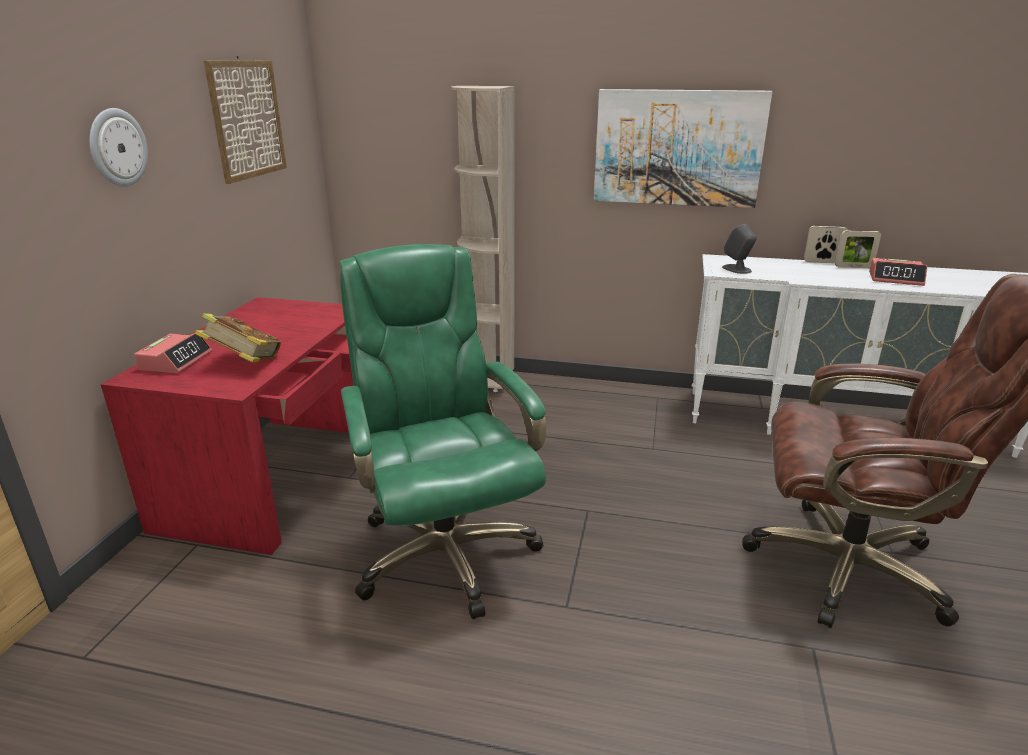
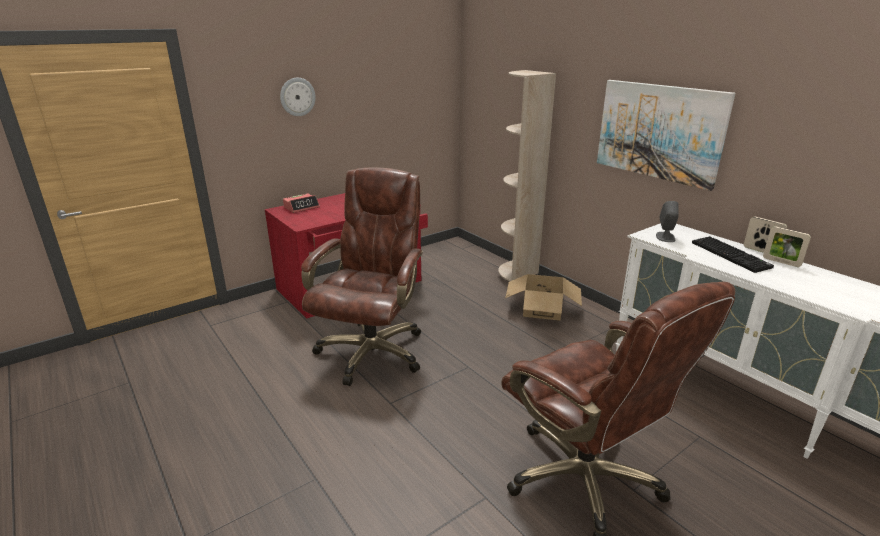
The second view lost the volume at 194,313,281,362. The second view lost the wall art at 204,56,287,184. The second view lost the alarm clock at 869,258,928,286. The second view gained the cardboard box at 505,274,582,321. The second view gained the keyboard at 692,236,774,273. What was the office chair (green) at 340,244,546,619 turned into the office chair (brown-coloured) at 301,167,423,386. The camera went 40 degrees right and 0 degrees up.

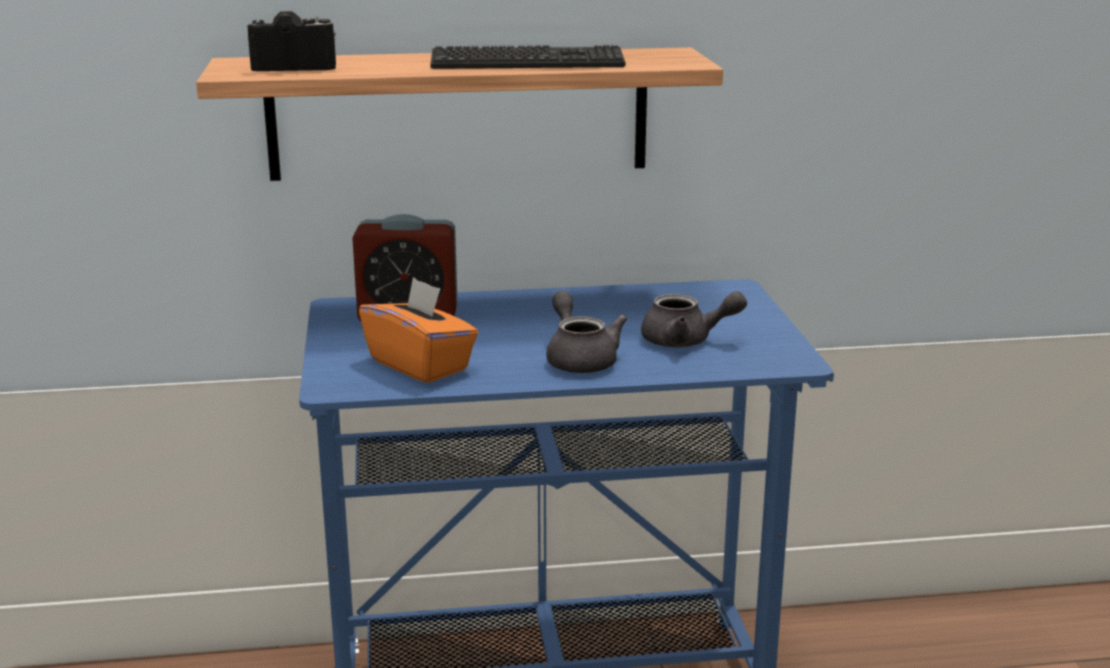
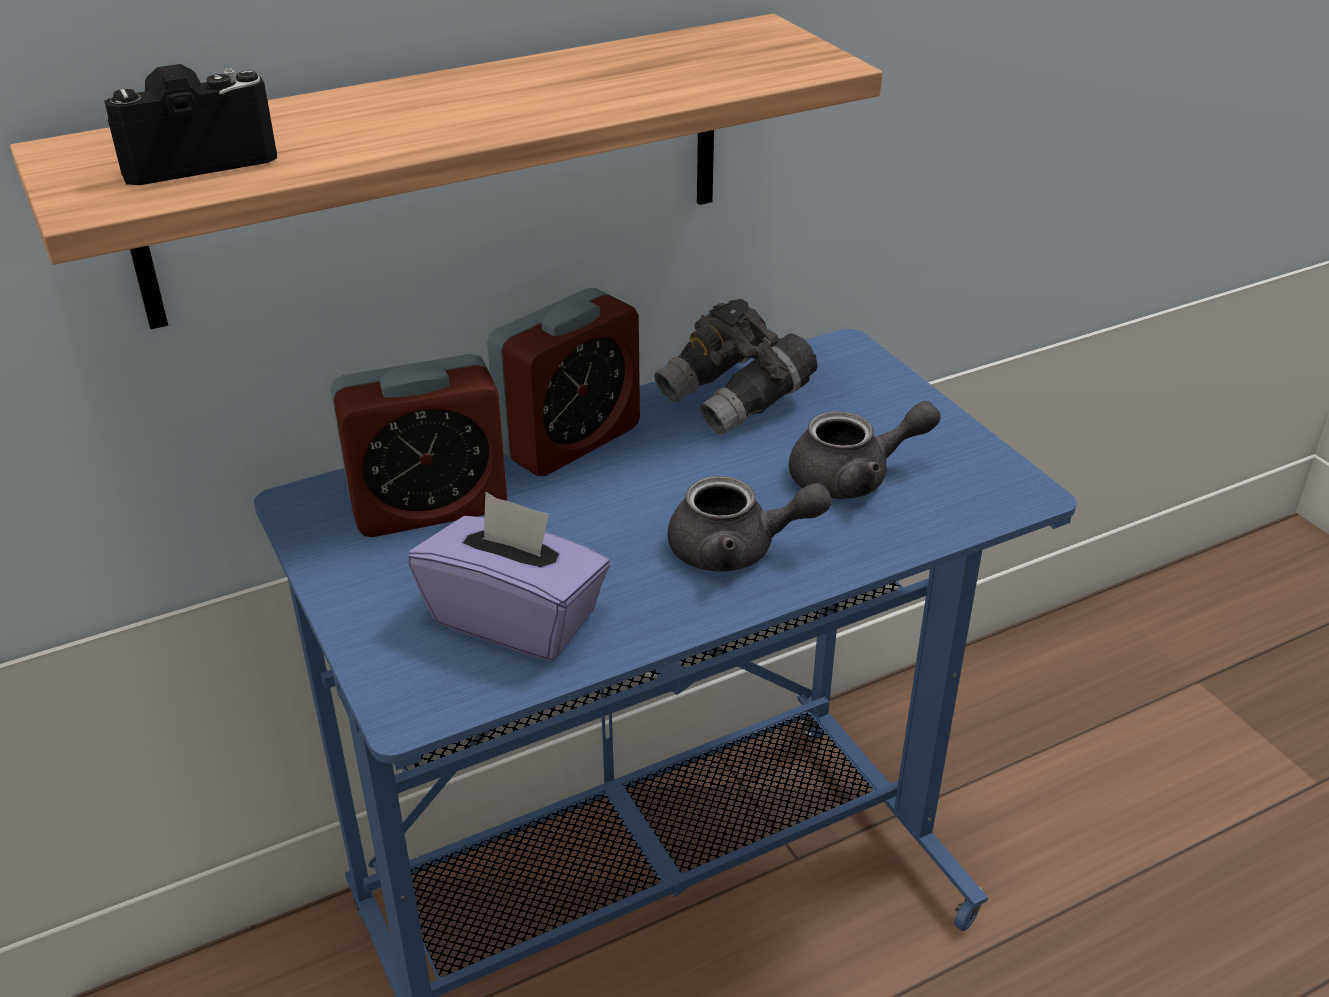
The second view lost the keyboard at 430,45,625,69. The second view gained the alarm clock at 487,288,640,476. The second view gained the field glasses (grey) at 654,299,817,435. What was the tissue holder (orange-coloured) at 359,277,478,383 turned into the tissue holder (purple-coloured) at 408,492,610,661. The tea pot (grey) at 546,291,627,373 ended up facing another way, 135 degrees clockwise from before. The camera went 20 degrees left and 15 degrees up.

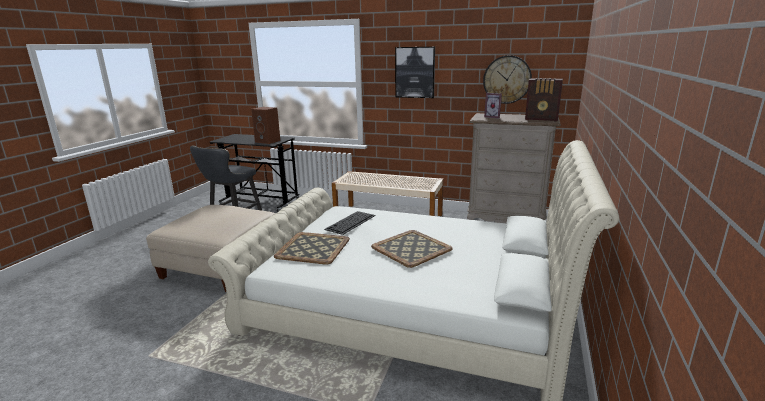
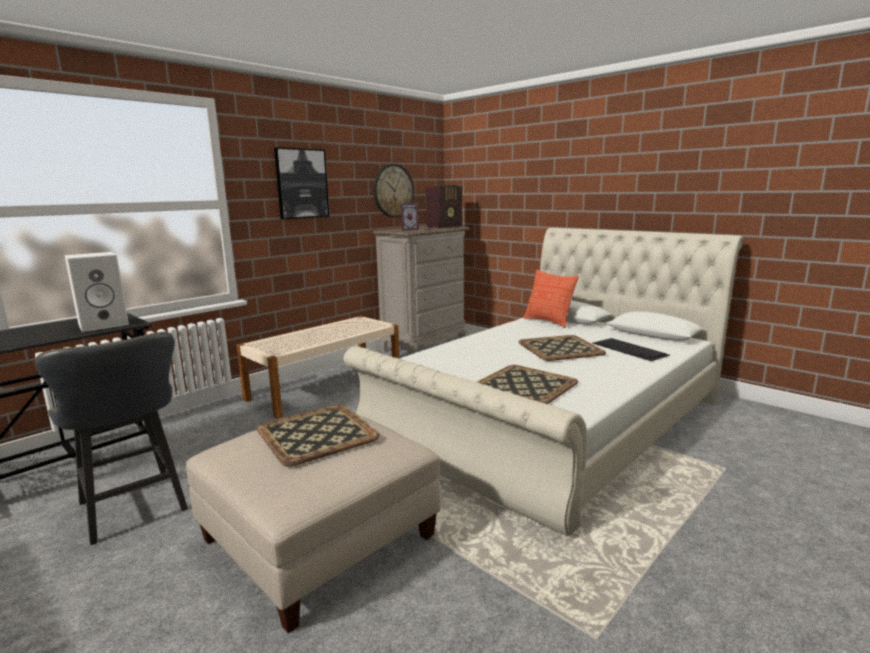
The second view gained the tray at 257,405,380,467. The second view gained the throw pillow (orange-coloured) at 523,269,579,328. The keyboard ended up elsewhere, having gone from 324,211,376,235 to 592,338,670,361. What was the audio speaker (brown-coloured) at 251,107,280,144 turned into the audio speaker (whitish) at 65,252,129,332. The camera went 65 degrees left and 5 degrees down.

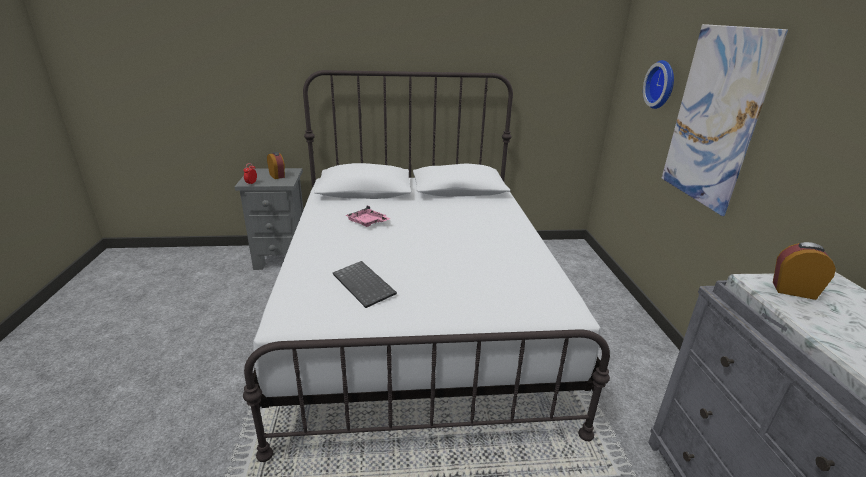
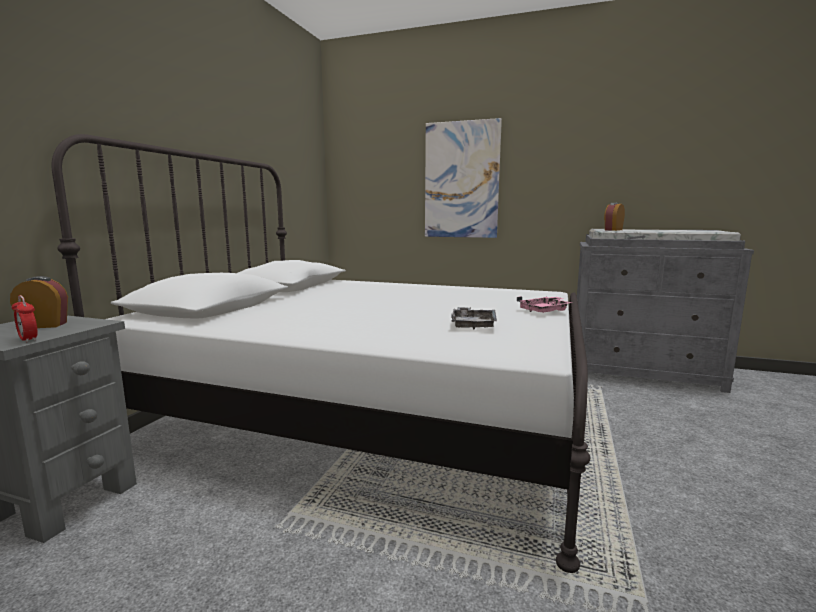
The second view lost the clock on the wall at 643,60,674,109. The tray (pinkish) ended up elsewhere, having gone from 345,206,390,227 to 517,296,572,313. Where the keyboard stood at 333,261,397,308, the tray (grey) came to stand at 451,307,497,329. The camera went 65 degrees left and 15 degrees down.

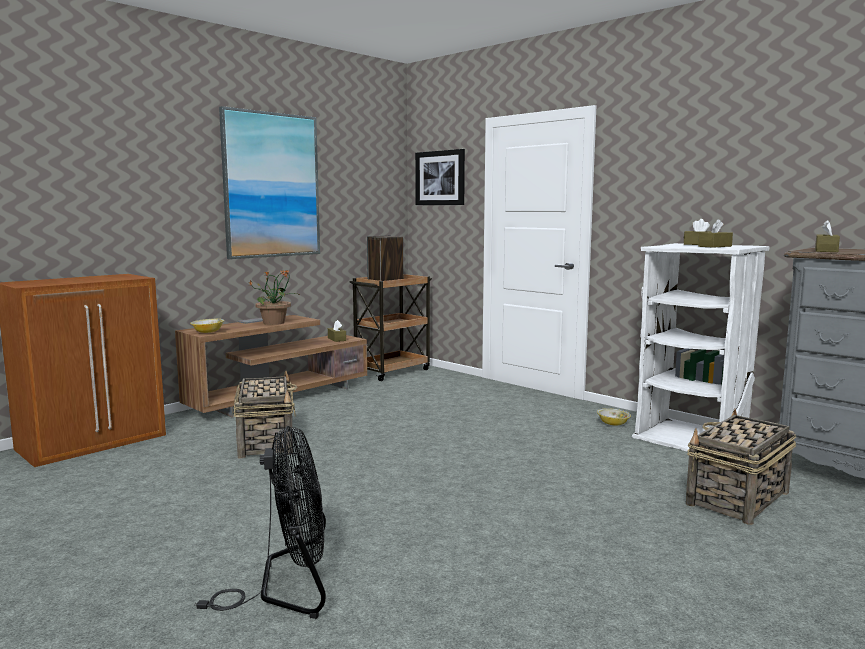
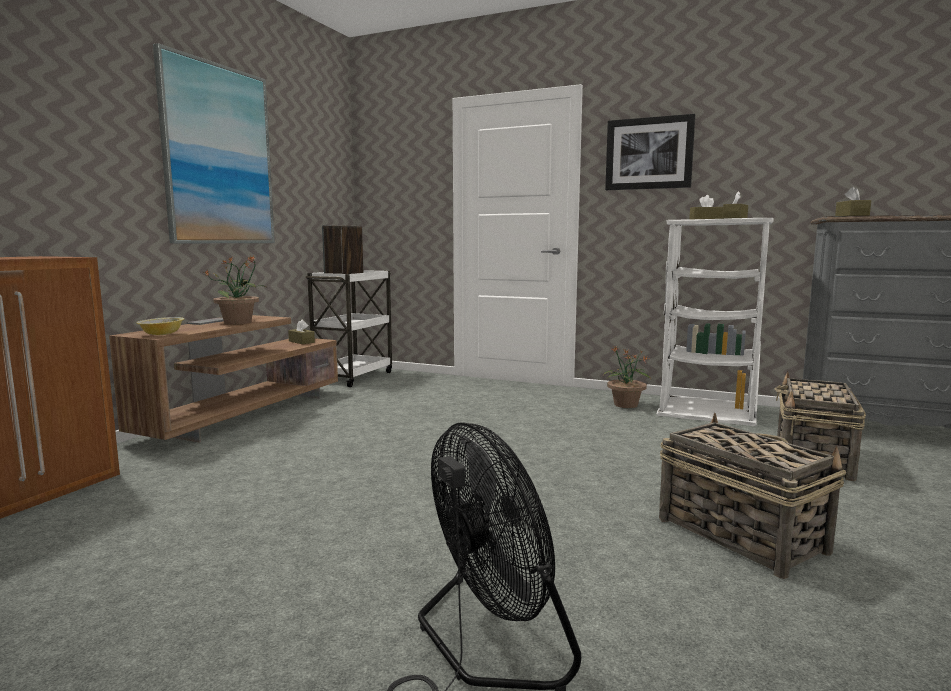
The storage basket ended up elsewhere, having gone from 234,371,297,459 to 659,413,846,579. The wall art ended up elsewhere, having gone from 415,149,465,205 to 605,114,695,190. Where the bowl stood at 597,408,631,426, the plant in a pot came to stand at 604,346,652,408. What was the wheeled cart (brown-coloured) at 350,274,432,381 turned into the wheeled cart (whitish) at 305,270,392,387. The camera went 20 degrees left and 0 degrees up.

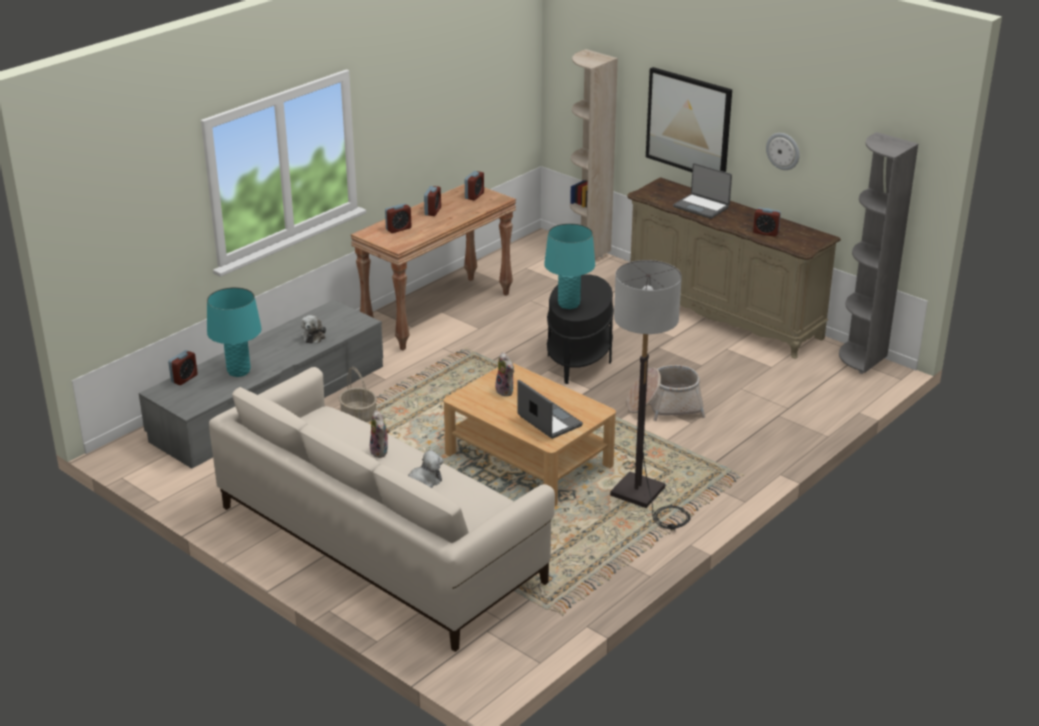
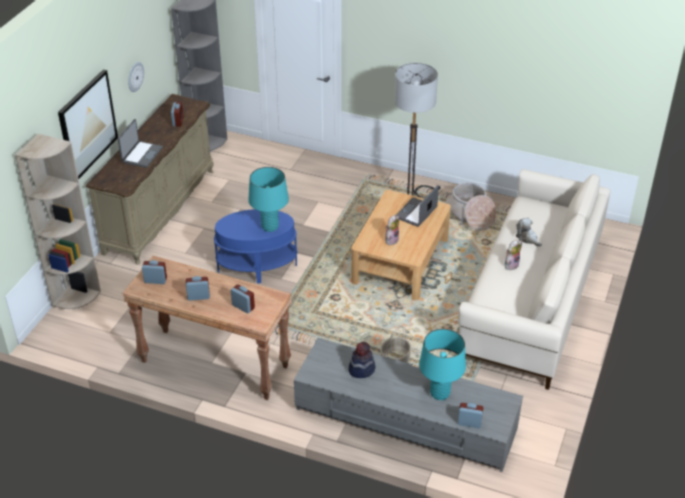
The storage basket ended up elsewhere, having gone from 627,365,705,421 to 445,183,497,231. Where the cuddly toy stood at 301,315,326,343, the wearable hat came to stand at 348,342,375,378. What was the side table (blackish) at 547,274,614,384 turned into the side table (bluish) at 214,209,297,284. The camera went 110 degrees left and 10 degrees up.

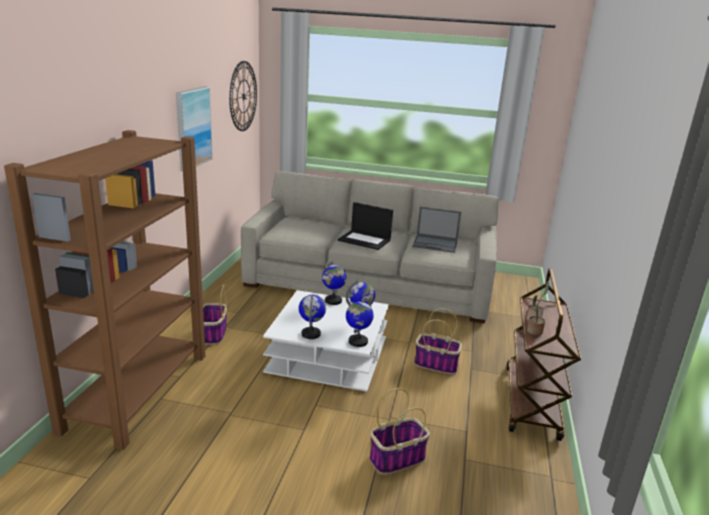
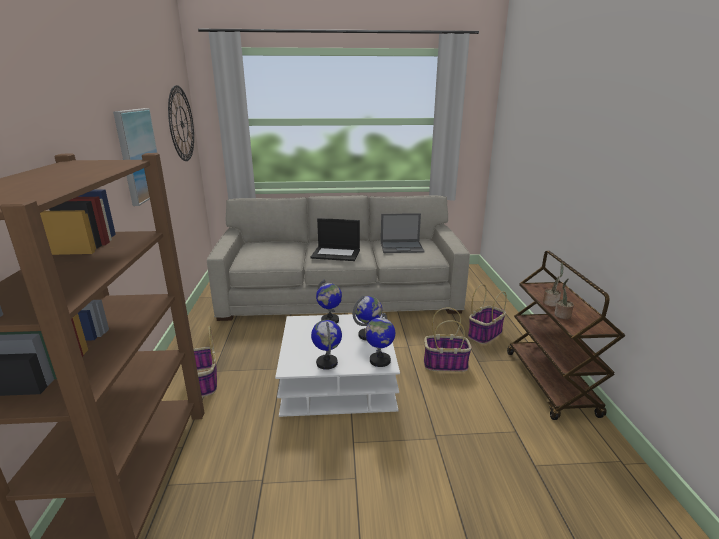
The storage basket ended up elsewhere, having gone from 369,388,430,475 to 468,284,507,344. The camera went 15 degrees left and 0 degrees up.

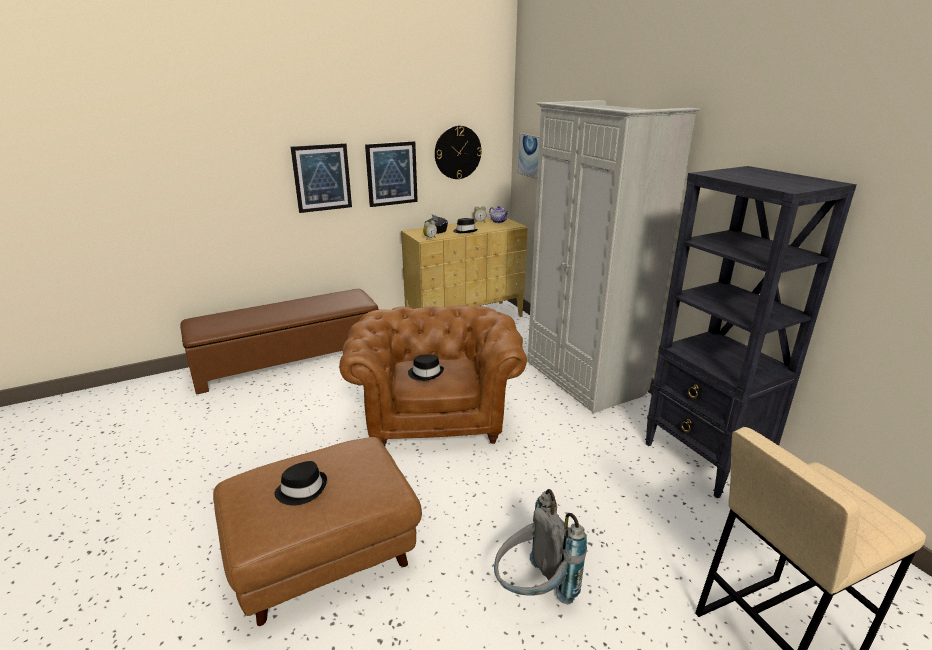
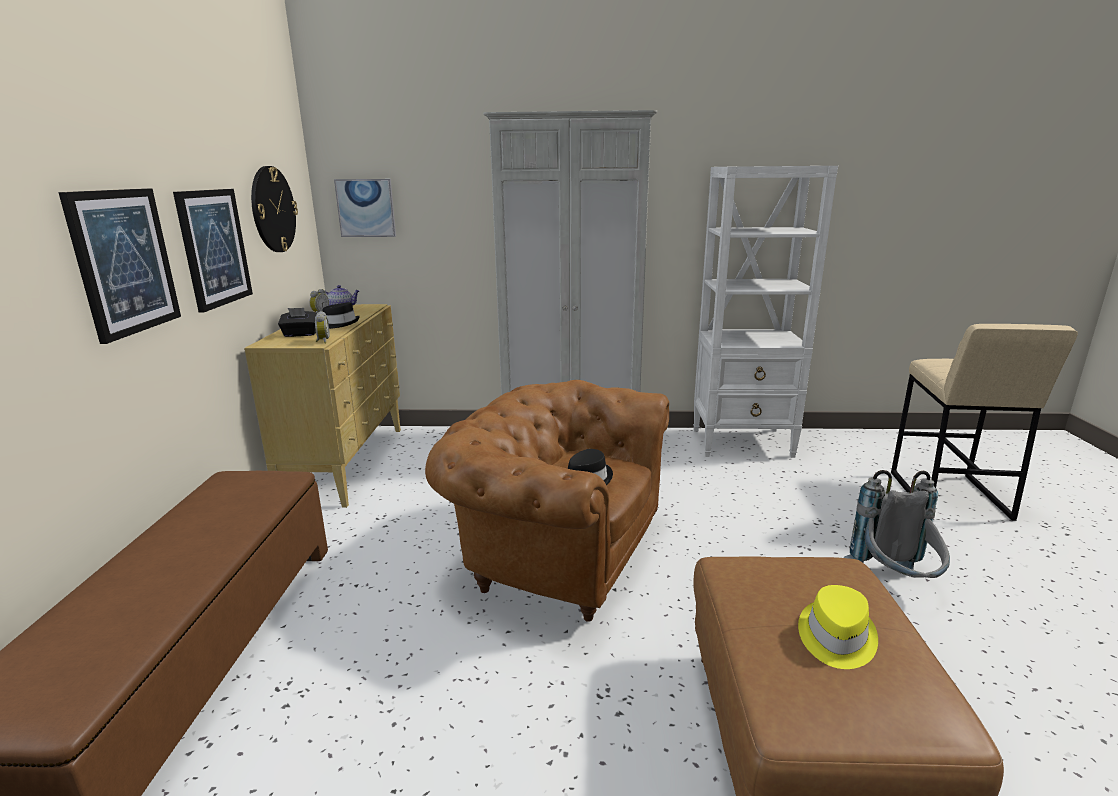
What was the wearable hat (blackish) at 274,461,327,506 turned into the wearable hat (yellow) at 798,585,878,669. What was the shelving unit (blackish) at 645,166,857,499 turned into the shelving unit (whitish) at 693,166,838,458. The camera went 60 degrees left and 5 degrees down.

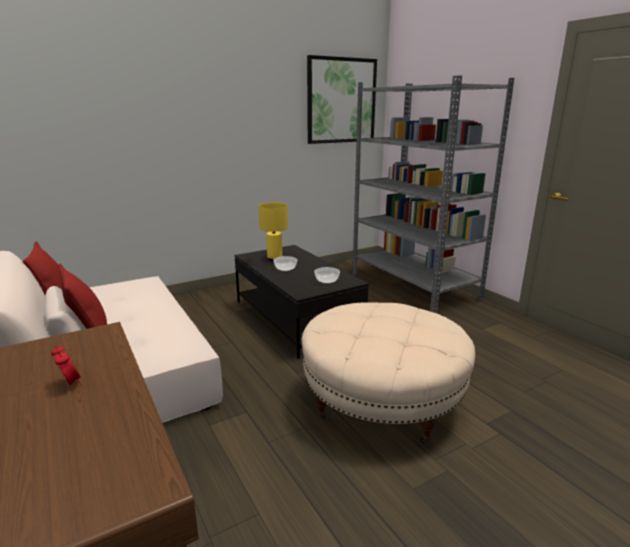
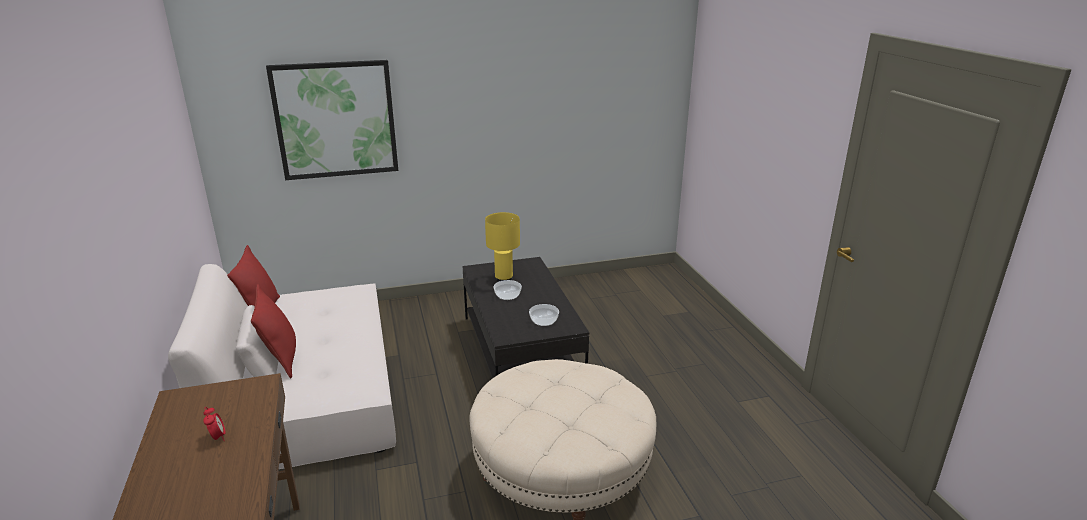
The second view lost the shelving unit (grey) at 353,75,514,314. The wall art ended up elsewhere, having gone from 307,55,377,144 to 266,60,398,180. The camera went 15 degrees right and 5 degrees up.

